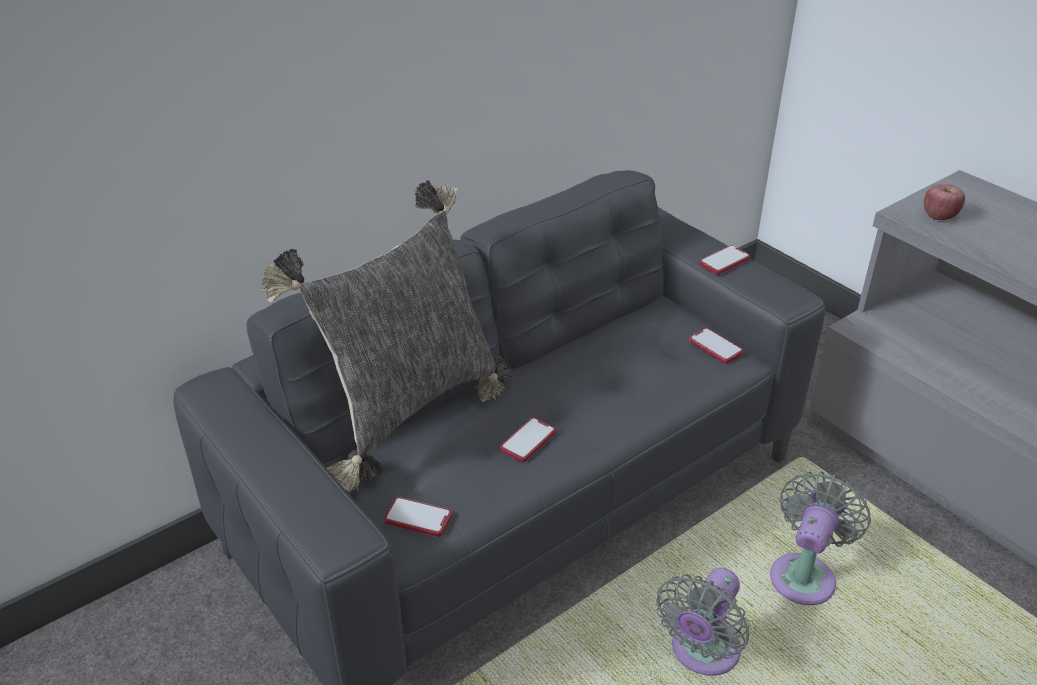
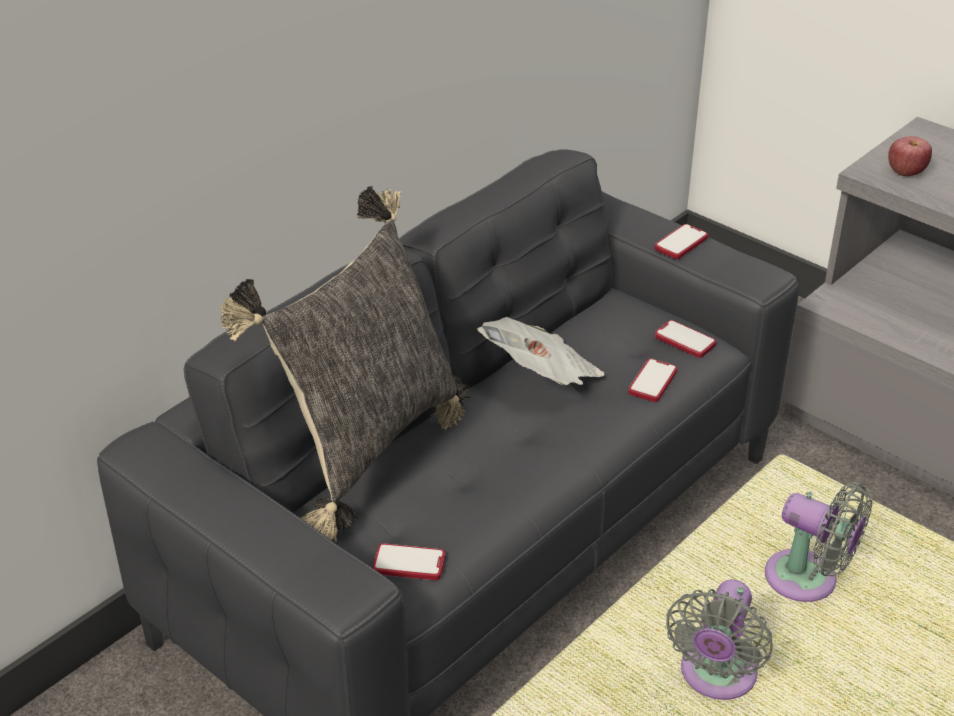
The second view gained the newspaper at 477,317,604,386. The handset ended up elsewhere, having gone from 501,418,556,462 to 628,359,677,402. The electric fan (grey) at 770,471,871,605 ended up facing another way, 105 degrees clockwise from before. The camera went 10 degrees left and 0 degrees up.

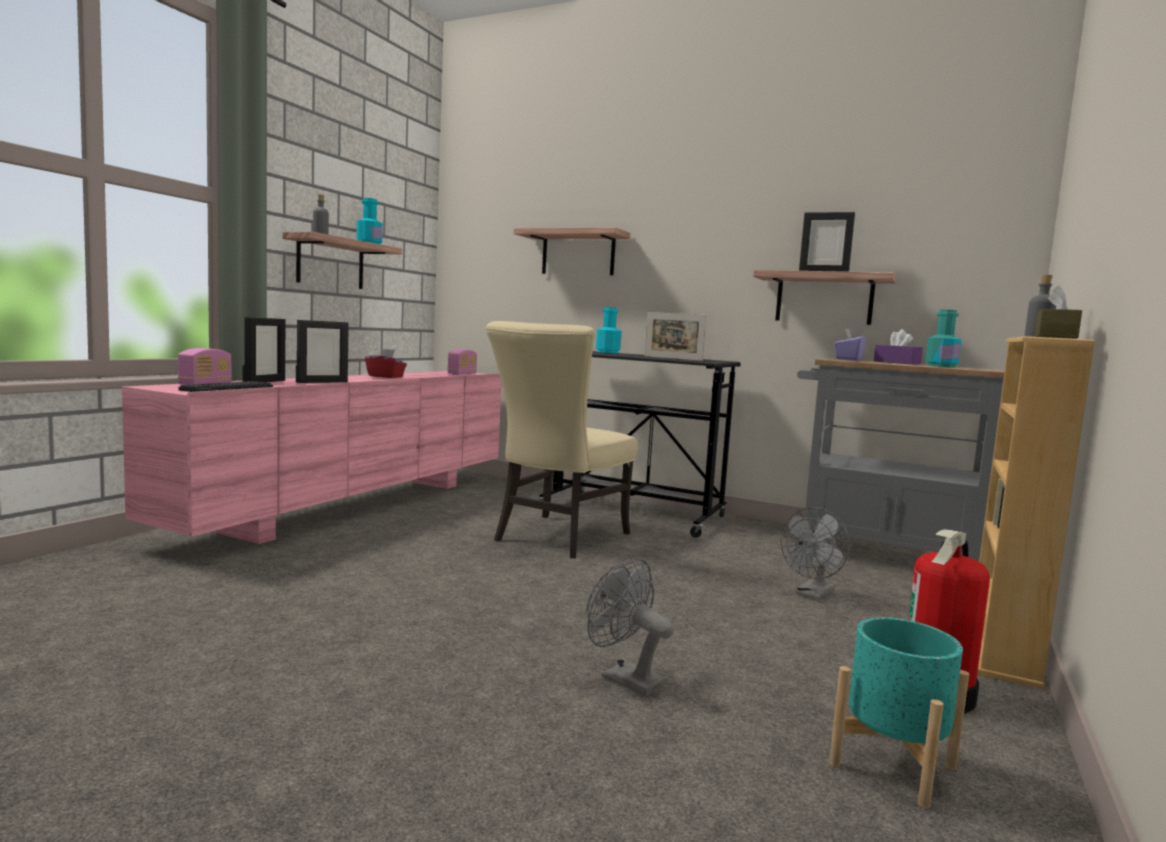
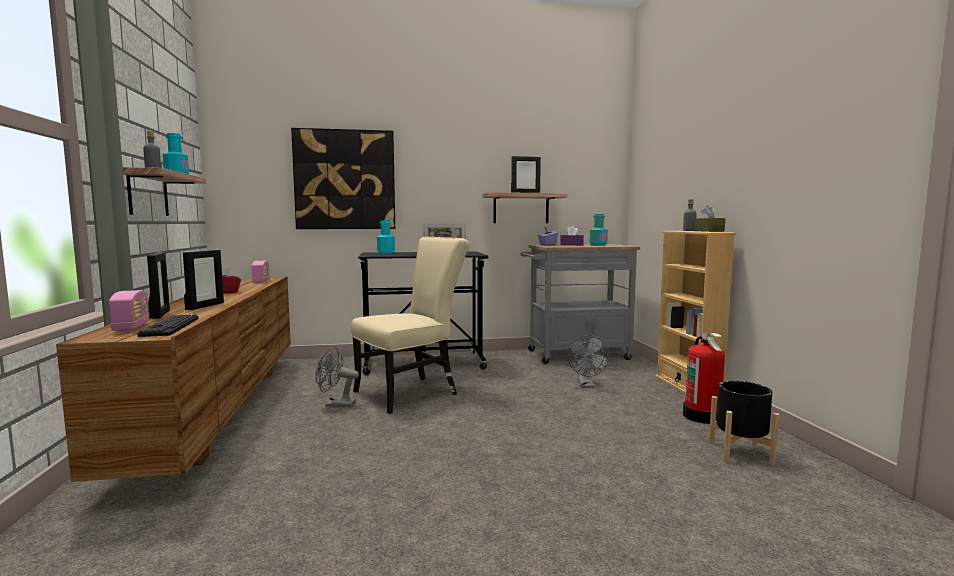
The electric fan (grey) ended up elsewhere, having gone from 586,558,674,696 to 315,347,359,407. Where the shelf hung at 514,227,630,275, the wall art came to hang at 291,128,395,229. What was the cabinet (pinkish) at 122,371,502,544 turned into the cabinet (brown-coloured) at 56,276,291,482. What was the plant pot (turquoise-coloured) at 829,617,969,809 turned into the plant pot (blackish) at 709,381,779,465. The upright chair (sand-coloured) at 485,321,638,558 ended up facing another way, 120 degrees counterclockwise from before. The camera went 35 degrees left and 0 degrees up.

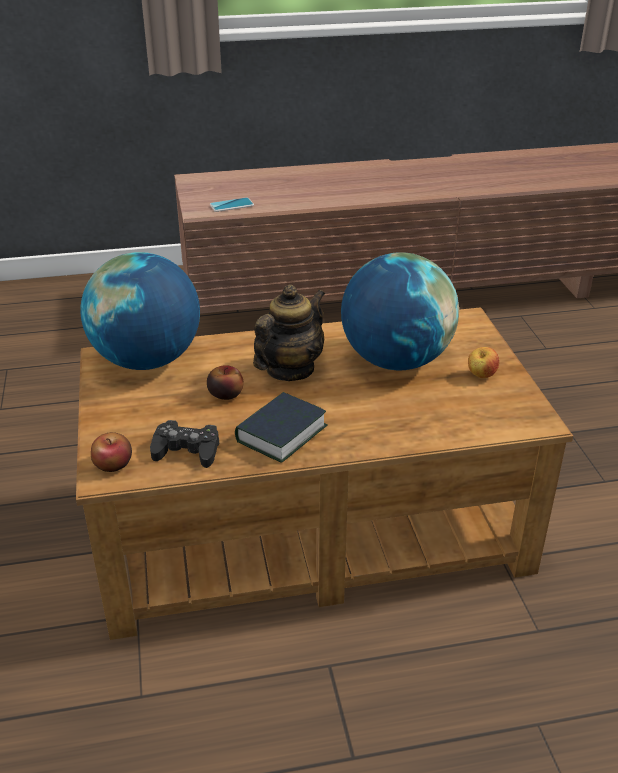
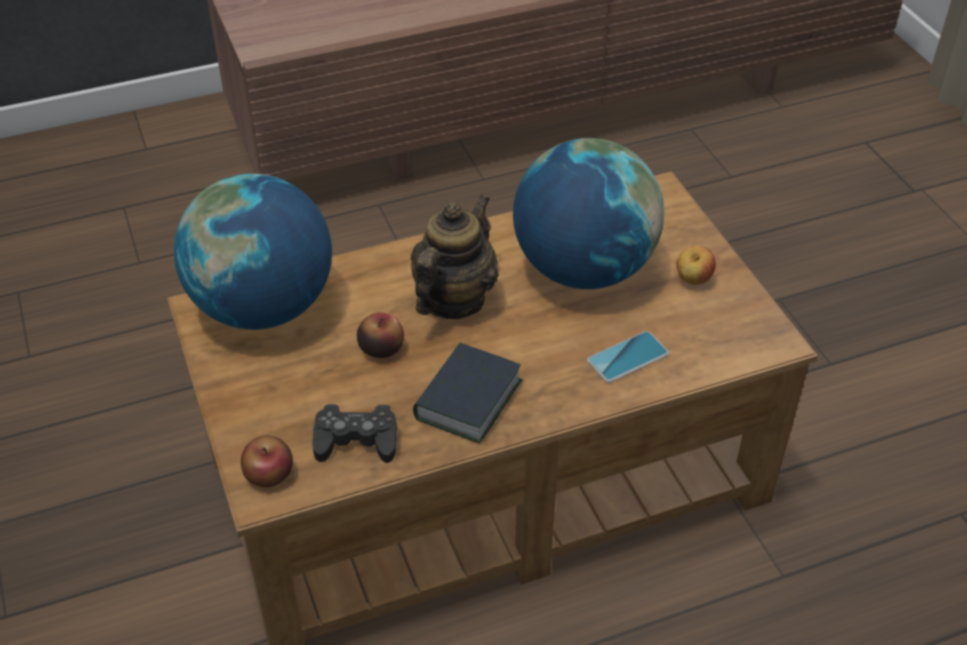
The handset ended up elsewhere, having gone from 210,197,254,212 to 587,331,669,383. The camera went 10 degrees left and 10 degrees up.

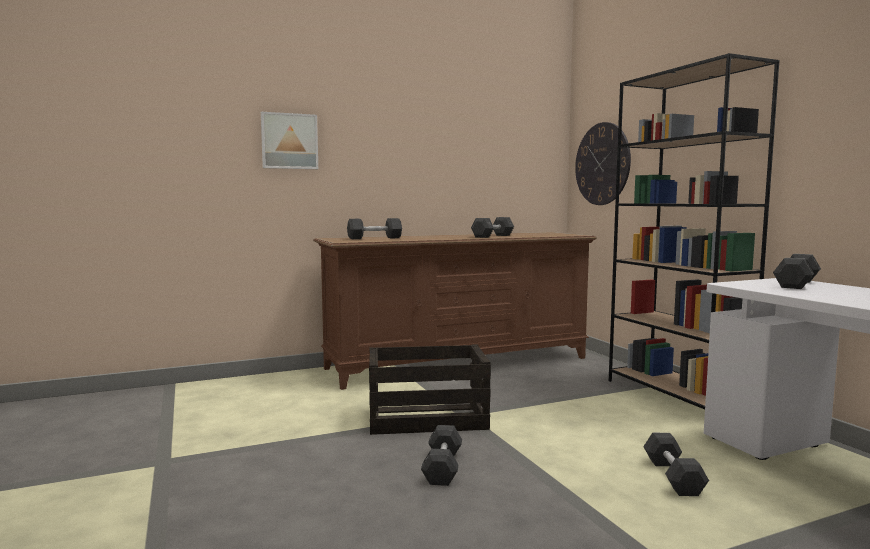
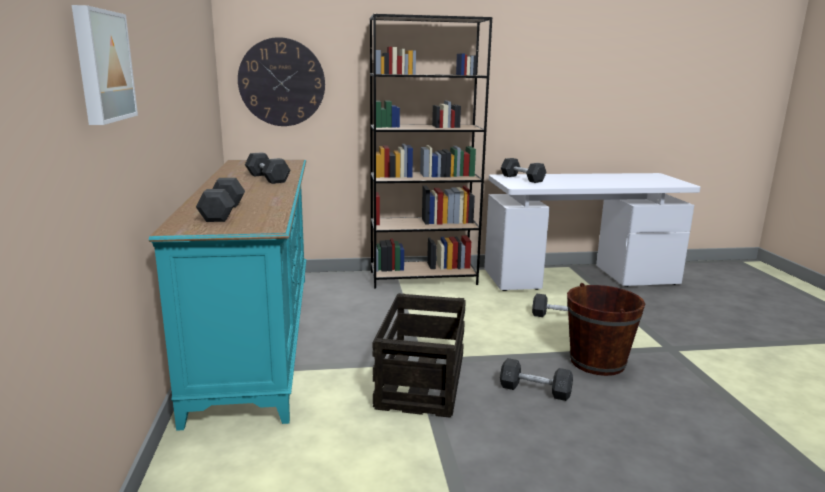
The second view gained the water bucket (brown-coloured) at 567,283,645,376. What was the cabinet (brown-coloured) at 313,232,597,390 turned into the cabinet (turquoise-coloured) at 149,160,306,431. The camera went 75 degrees left and 10 degrees up.

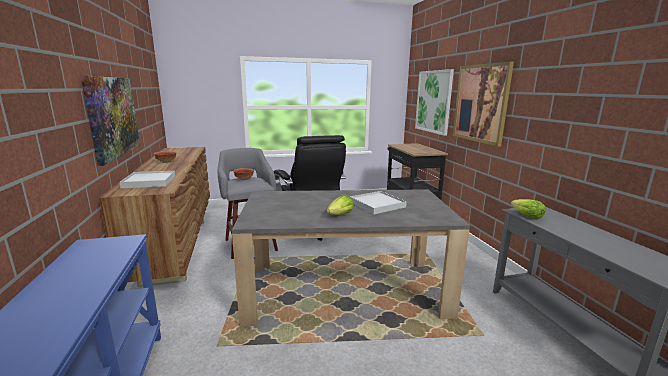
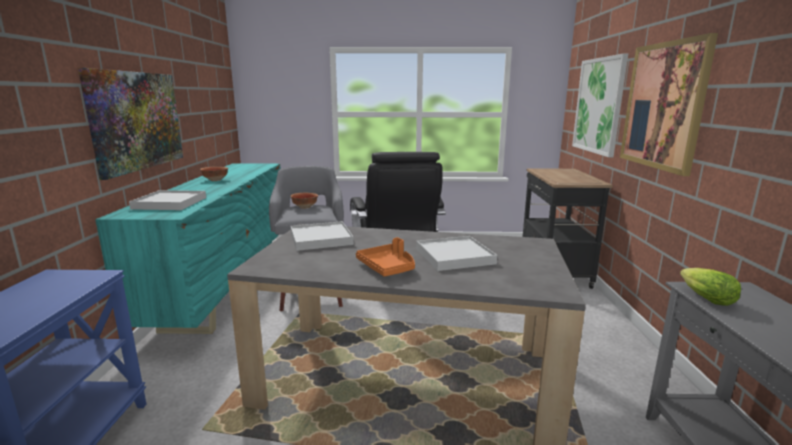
The second view gained the tray (whitish) at 291,221,354,251. Where the lettuce stood at 326,195,354,215, the tray (orange-coloured) came to stand at 356,237,415,277. What was the cabinet (brown-coloured) at 99,147,210,287 turned into the cabinet (turquoise-coloured) at 95,163,280,334. The camera went 15 degrees right and 0 degrees up.

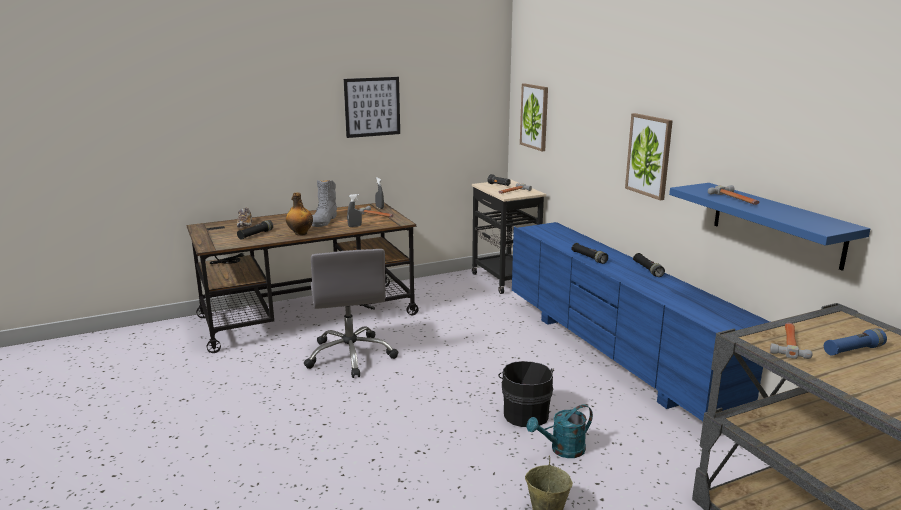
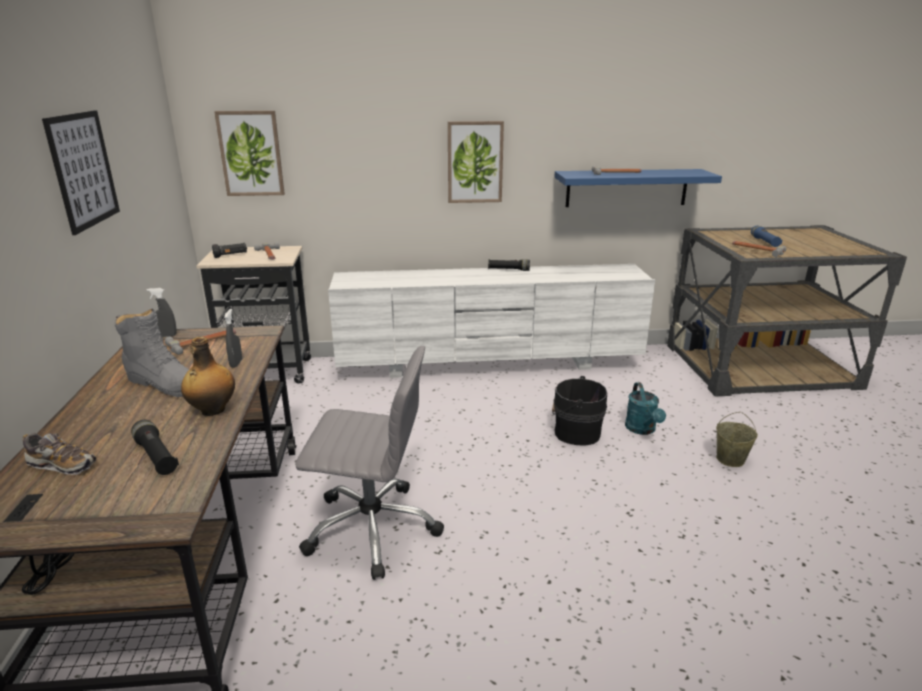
The second view lost the hand torch (blackish) at 572,243,608,264. What was the cabinet (bluish) at 512,222,770,421 turned into the cabinet (whitish) at 328,264,655,378. The camera went 70 degrees left and 5 degrees up.

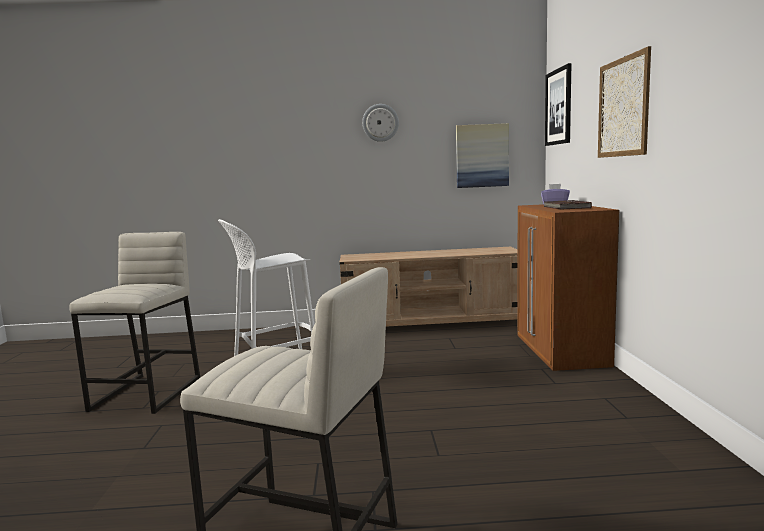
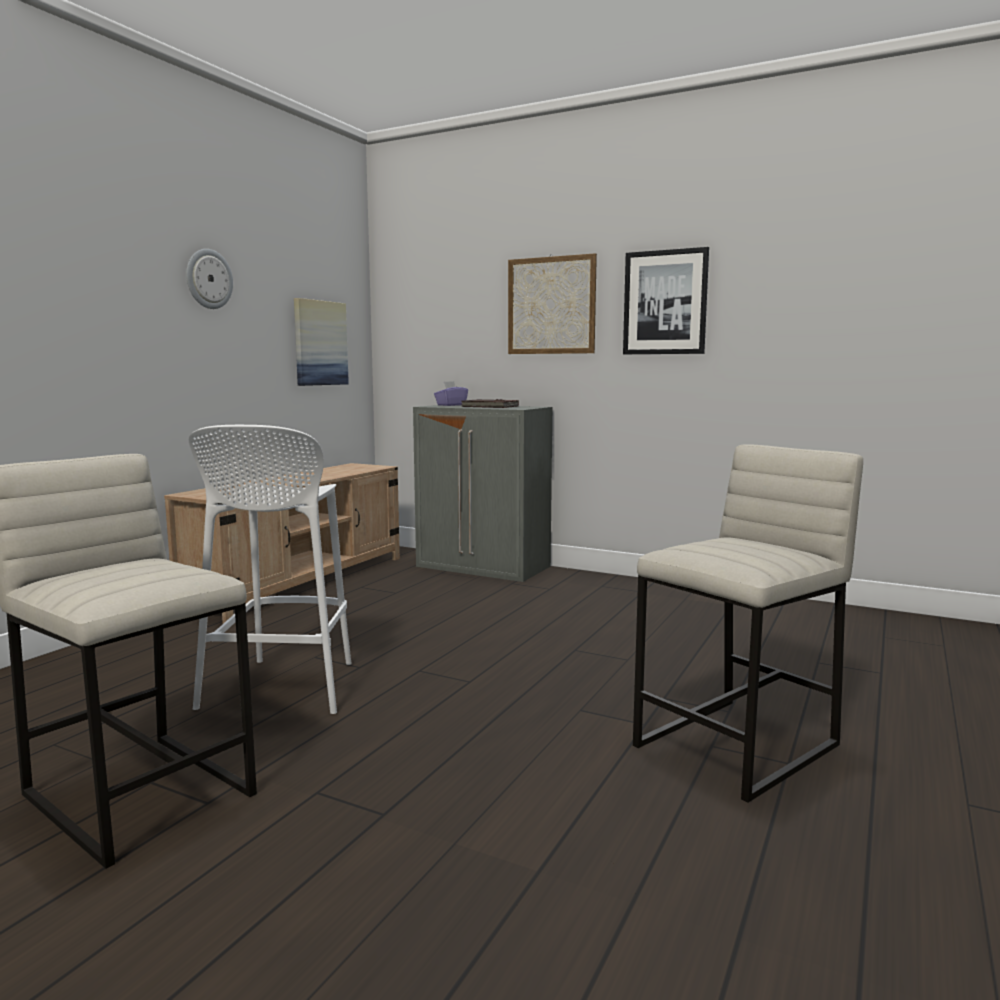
The wall art ended up elsewhere, having gone from 545,63,571,146 to 623,247,709,354. What was the cabinet (brown-coloured) at 517,204,619,371 turned into the cabinet (grey) at 413,405,552,582. The camera went 60 degrees left and 0 degrees up.

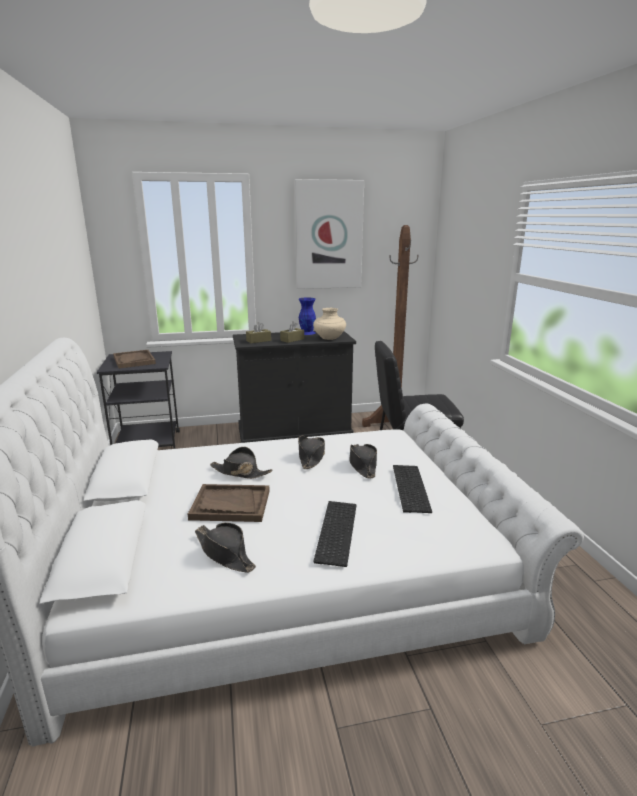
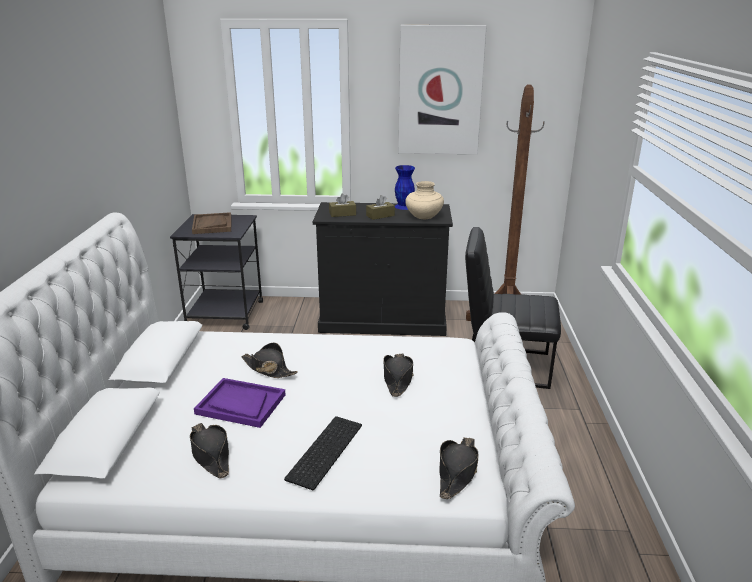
The second view lost the keyboard at 393,465,432,513. The wearable hat (blackish) ended up elsewhere, having gone from 298,436,325,469 to 440,438,479,499. What was the tray (brown-coloured) at 188,484,270,522 turned into the tray (purple-coloured) at 194,378,286,428. The camera went 15 degrees right and 5 degrees up.

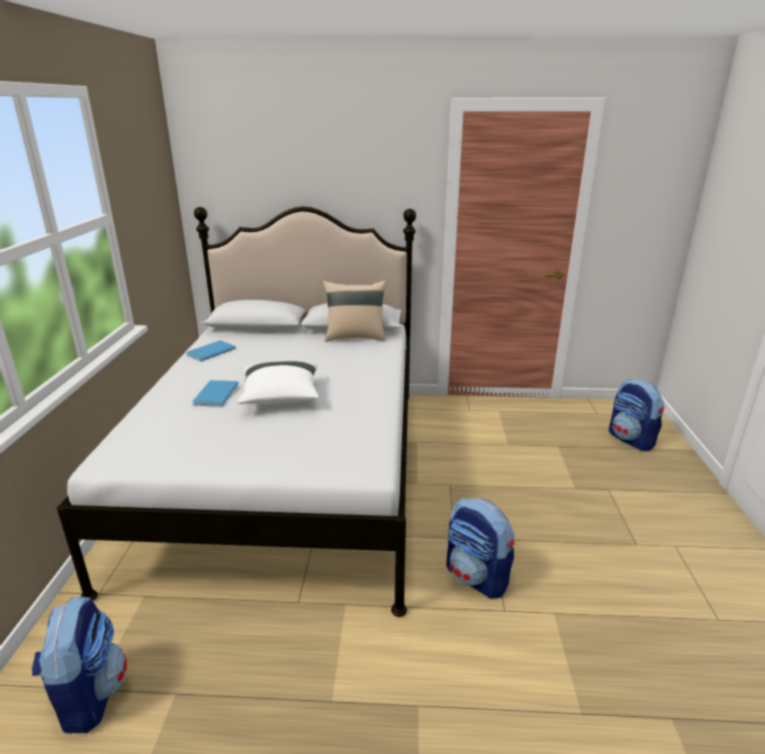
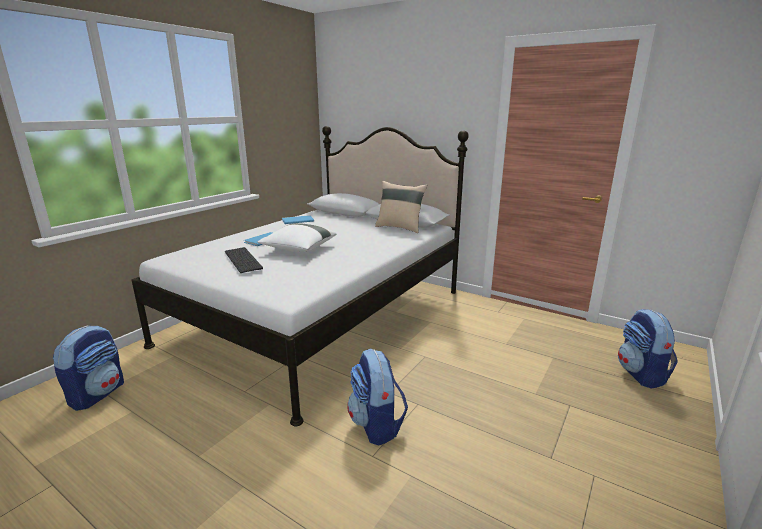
The second view gained the keyboard at 225,247,263,273. The camera went 30 degrees right and 5 degrees down.

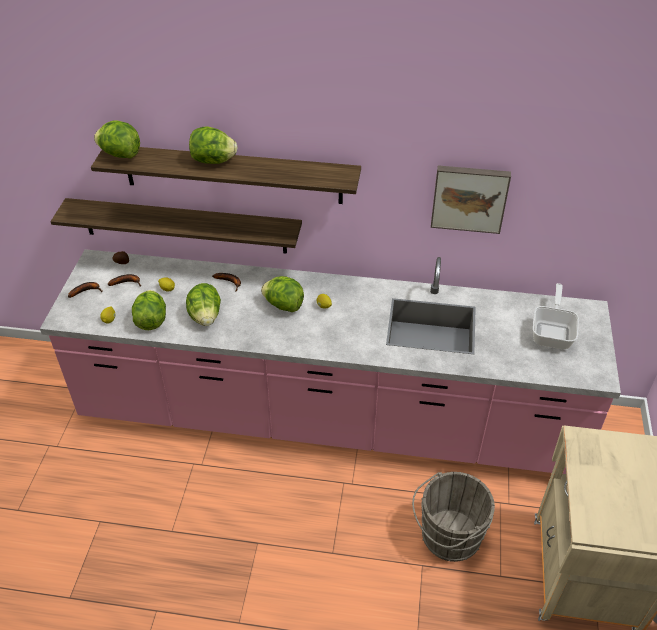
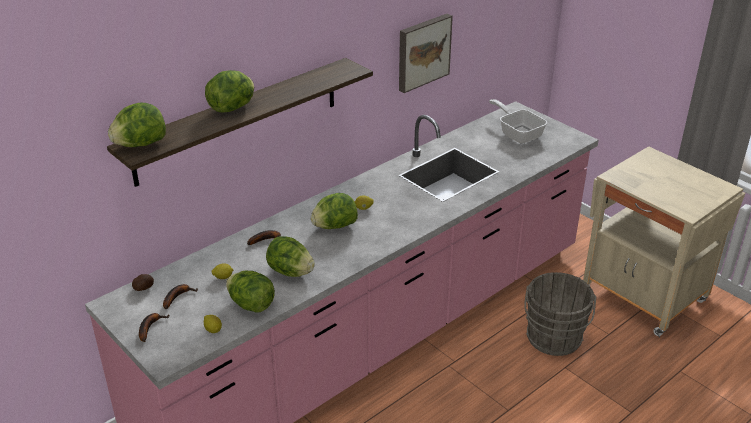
The second view lost the shelf at 50,198,302,254. The camera went 50 degrees left and 10 degrees down.

